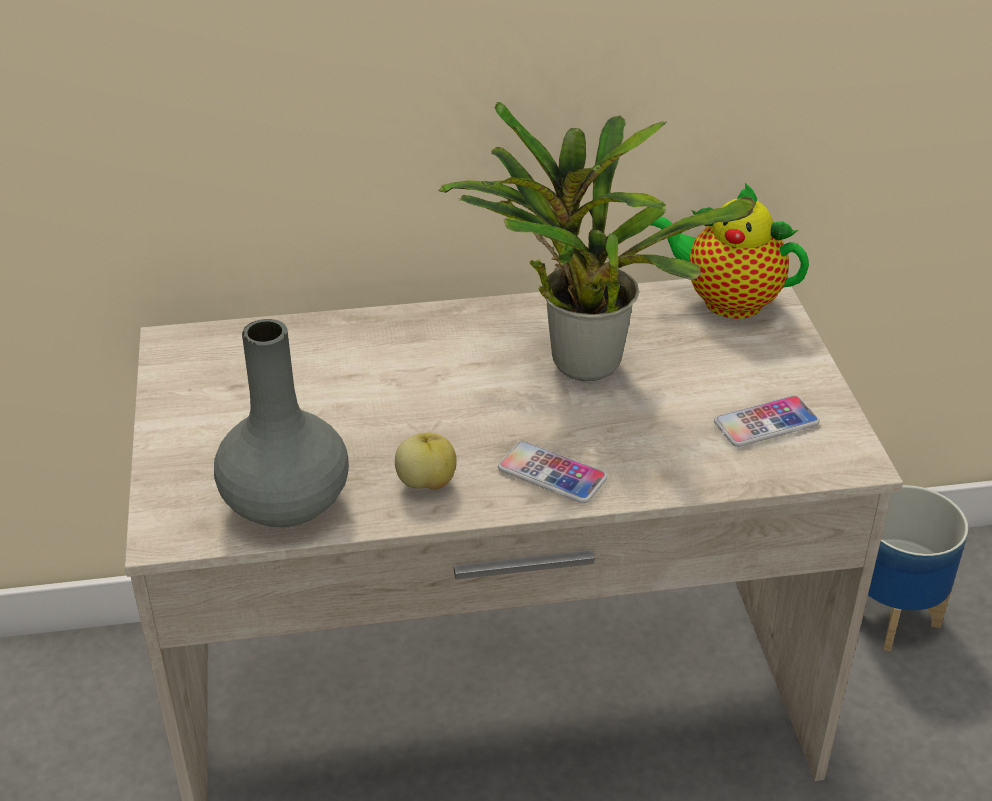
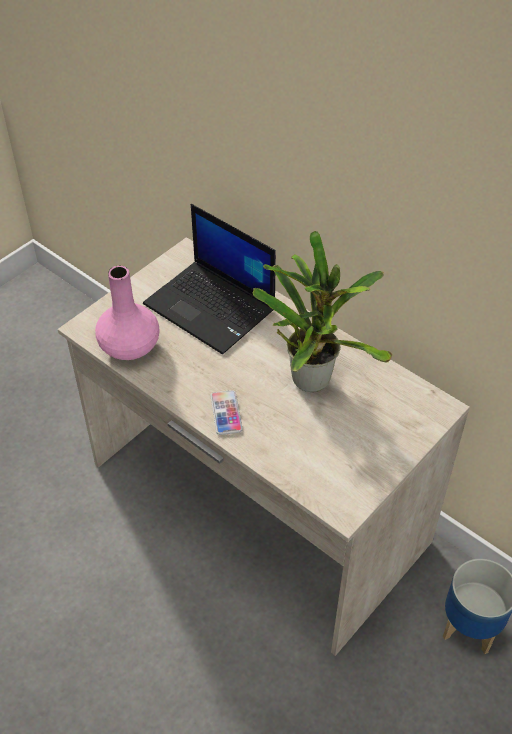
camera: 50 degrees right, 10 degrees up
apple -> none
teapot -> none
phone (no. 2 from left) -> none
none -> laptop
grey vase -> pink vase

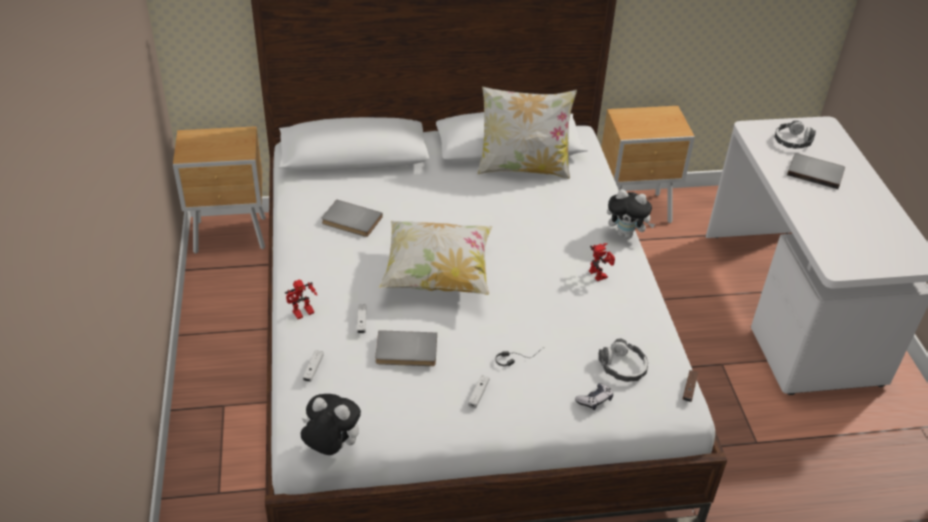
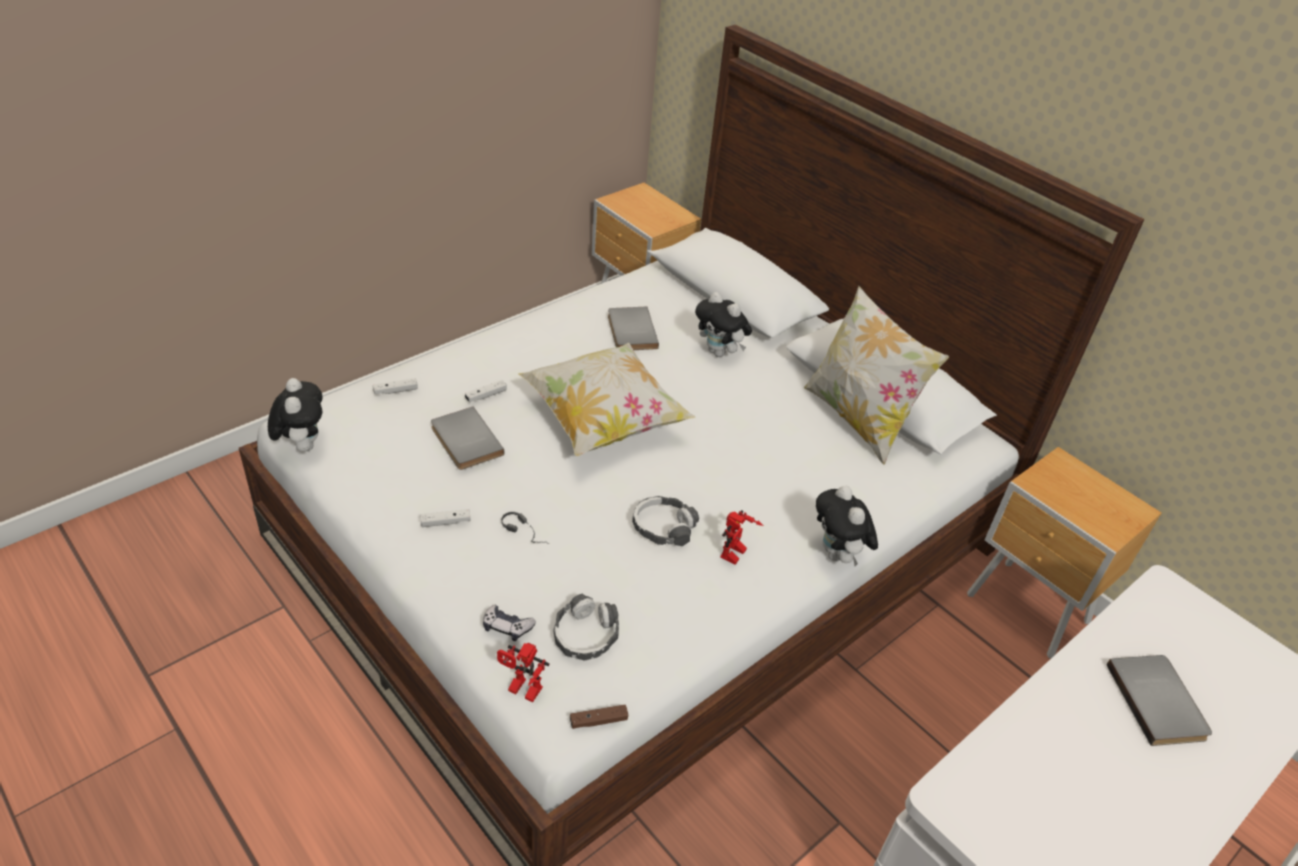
camera: 55 degrees right, 0 degrees up
none -> plush toy (no. 2 from left)
toy robot (no. 1 from left), relocated
headphones (no. 3 from left), relocated

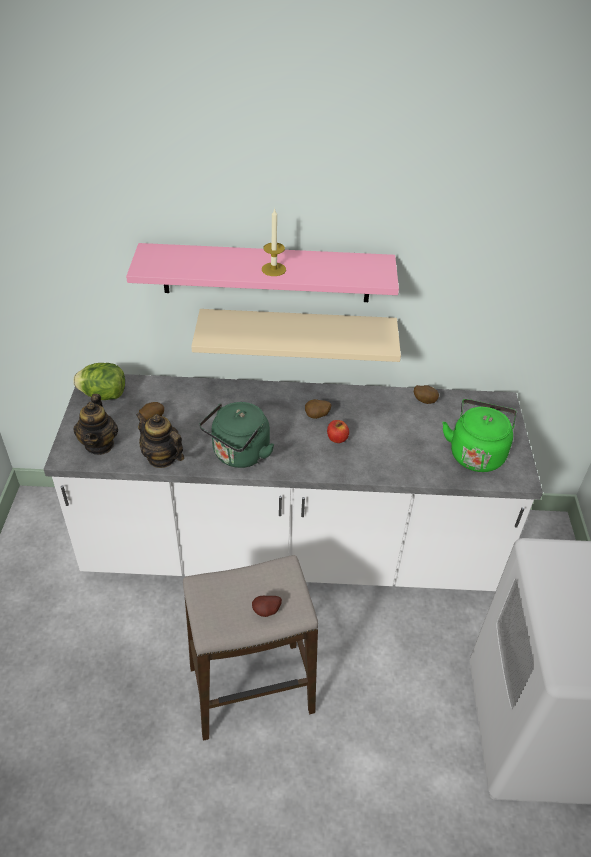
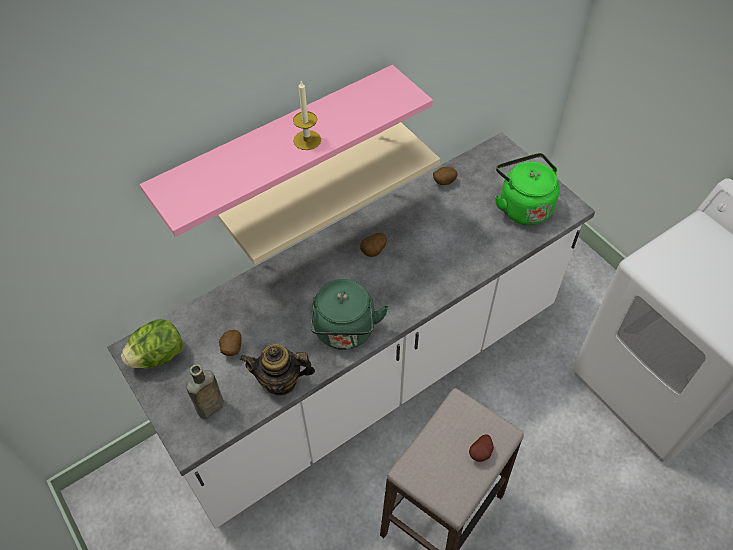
camera: 35 degrees left, 10 degrees up
apple -> none
teapot (no. 1 from left) -> brown bottle

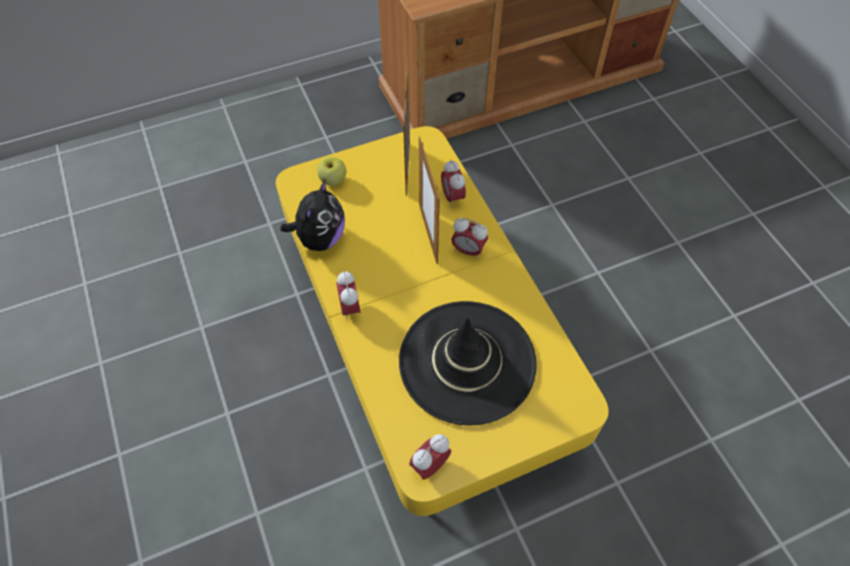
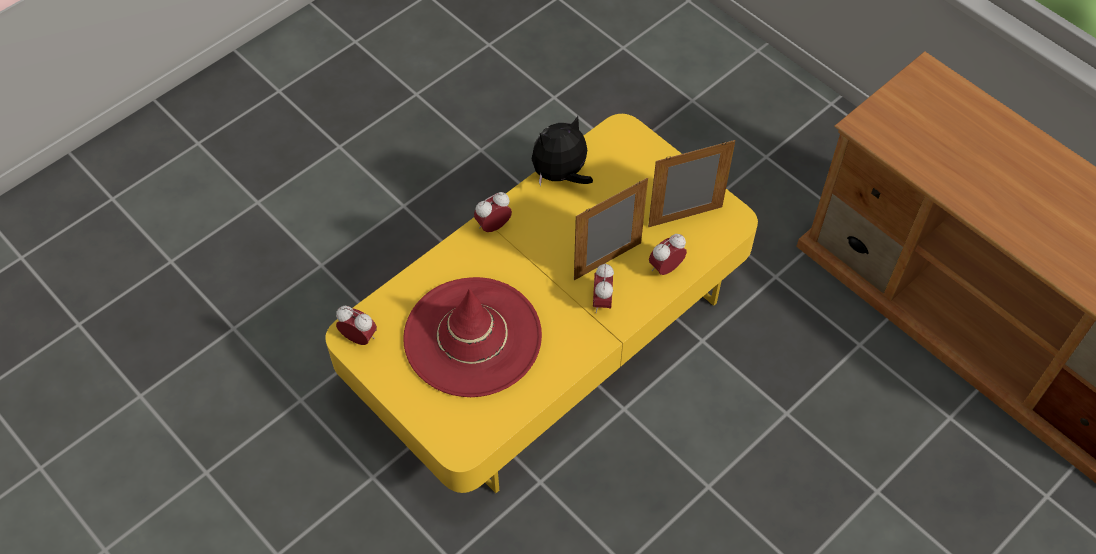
camera: 70 degrees right, 0 degrees up
apple -> none
black hat -> red hat
plush toy, 150 degrees clockwise

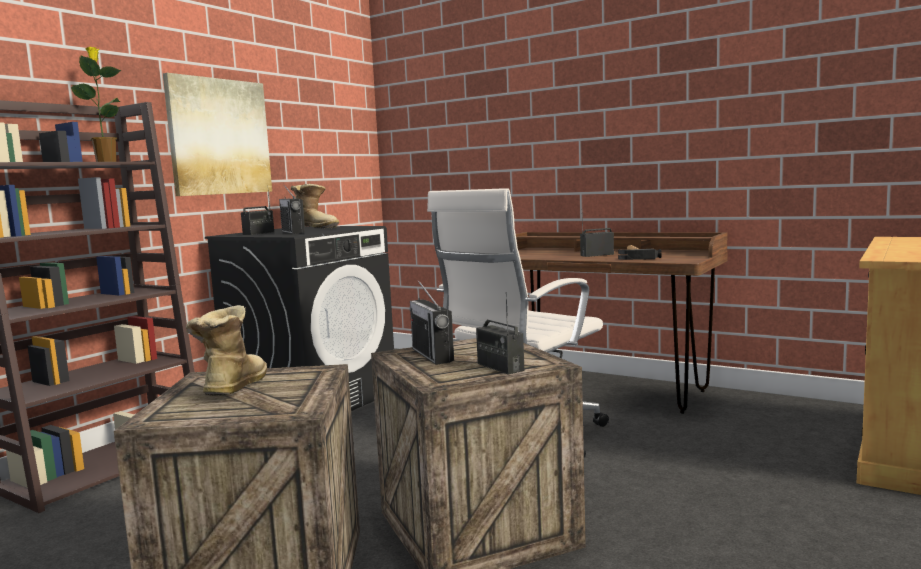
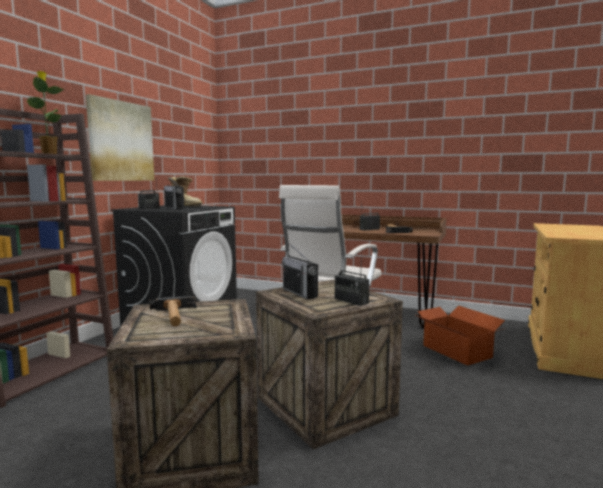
camera: 10 degrees left, 0 degrees up
none -> cardboard box
boot (no. 1 from left) -> hammer (no. 1 from left)

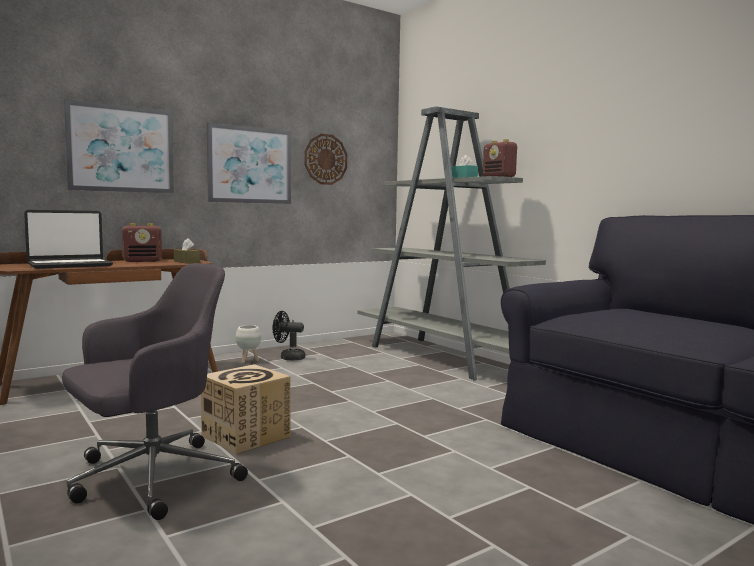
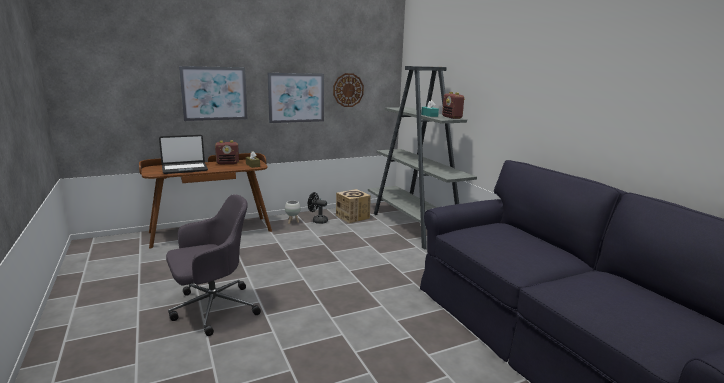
camera: 10 degrees right, 10 degrees up
cardboard box, relocated

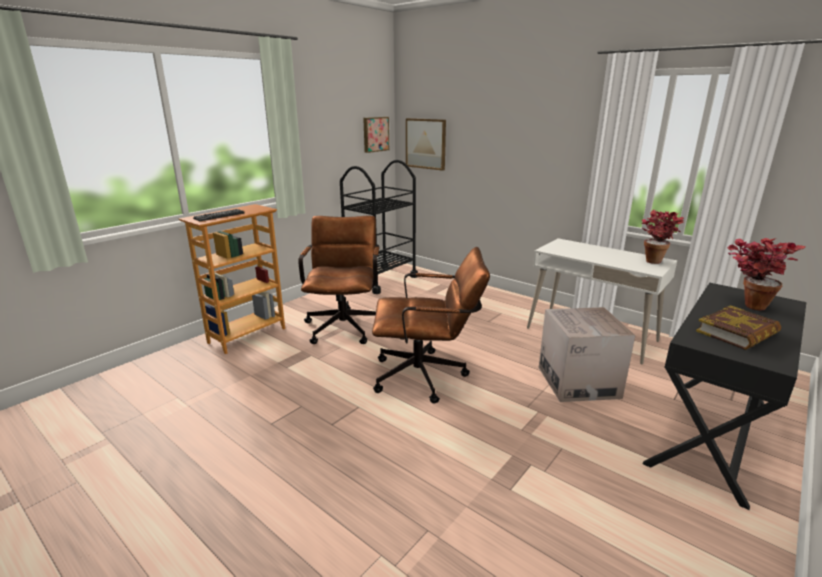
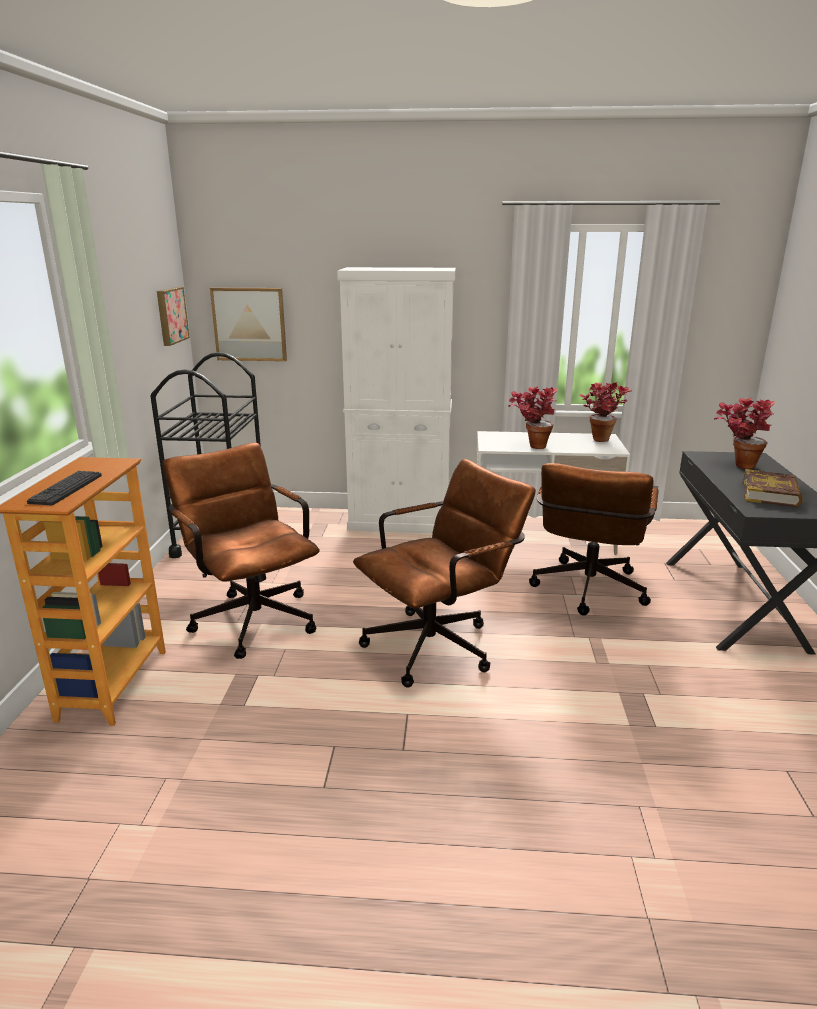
camera: 35 degrees left, 0 degrees up
none -> white cabinet
none -> potted plant (no. 1 from left)
cardboard box -> brown office chair (no. 3 from left)

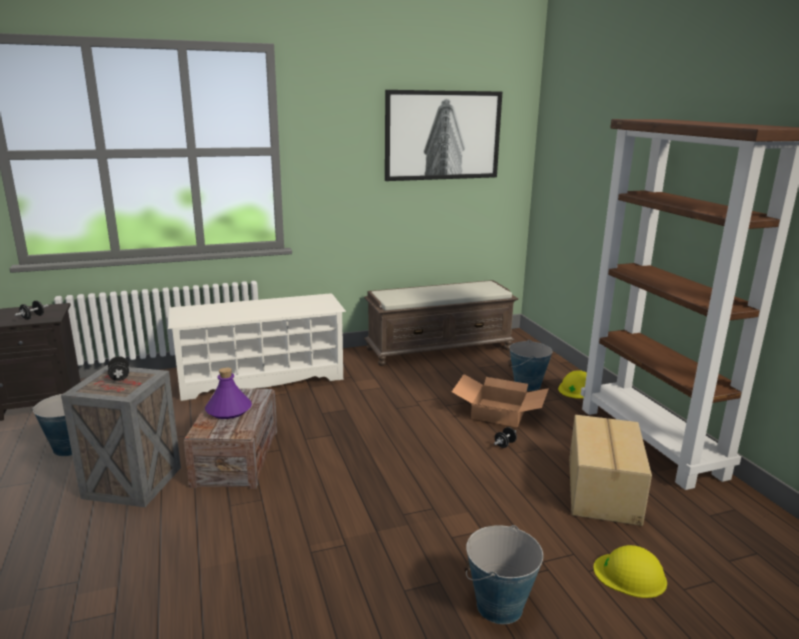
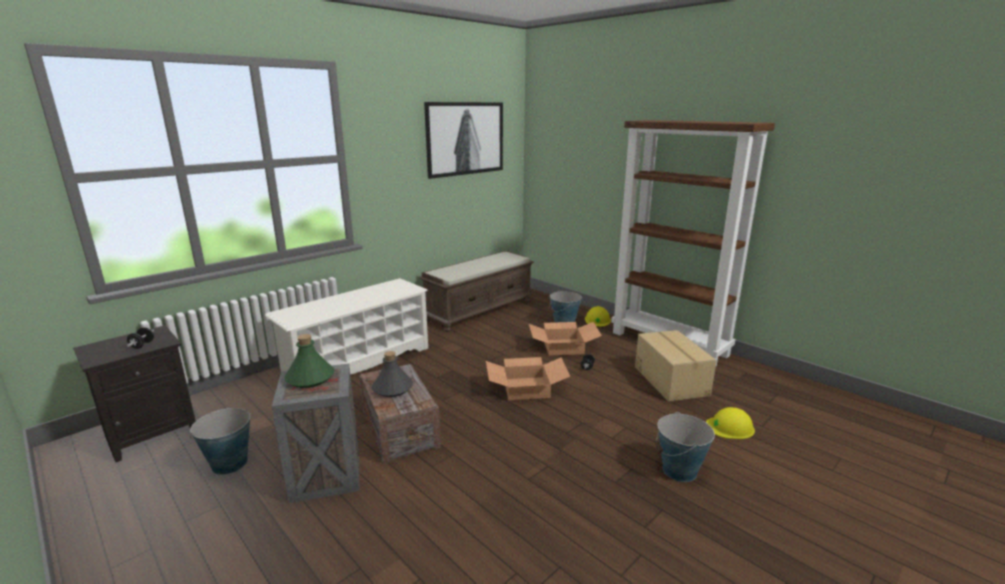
camera: 25 degrees left, 0 degrees up
none -> cardboard box (no. 1 from left)
black dumbbell (no. 2 from left) -> green bottle
purple bottle -> grey bottle

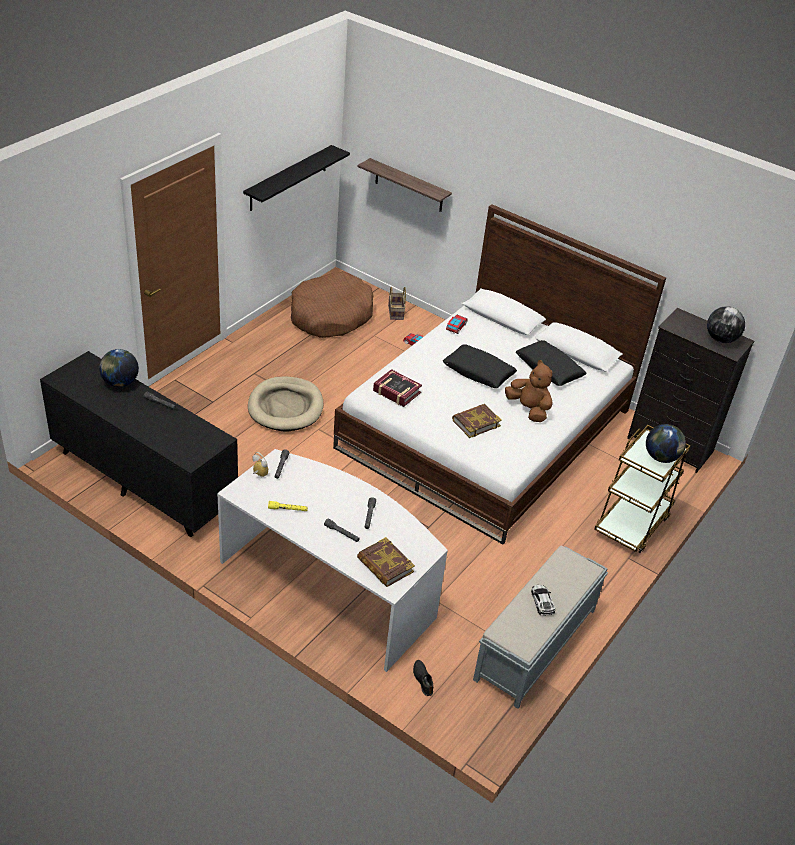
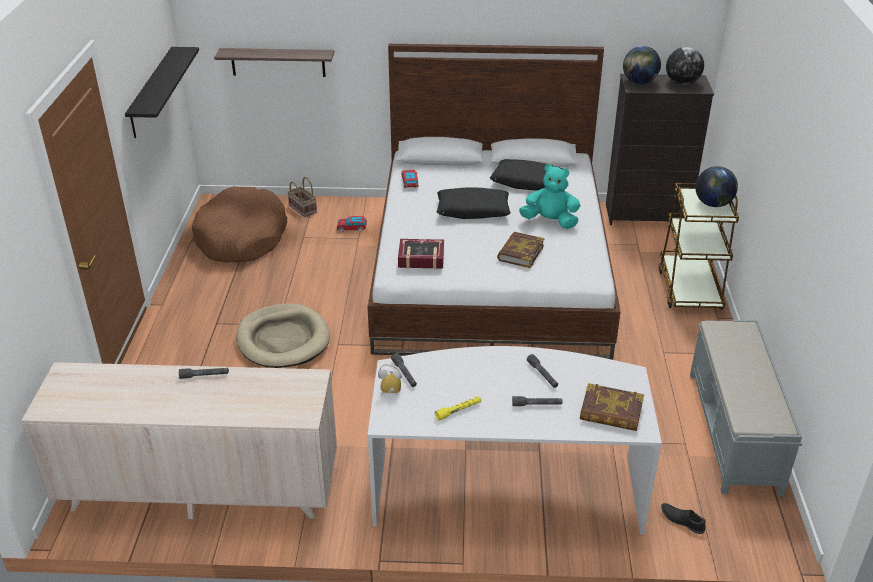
camera: 30 degrees left, 5 degrees down
toy car (no. 3 from left) -> none
globe (no. 1 from left), relocated
black dresser (no. 1 from left) -> beige dresser
brown plush toy -> turquoise plush toy

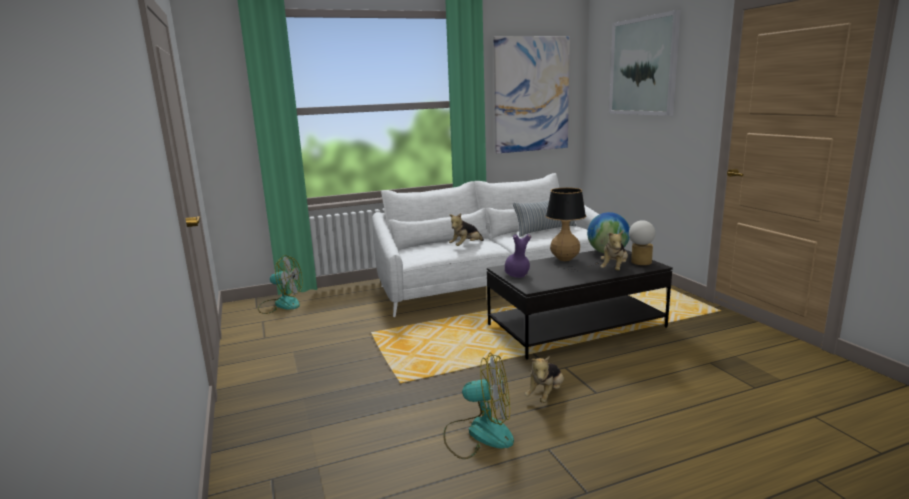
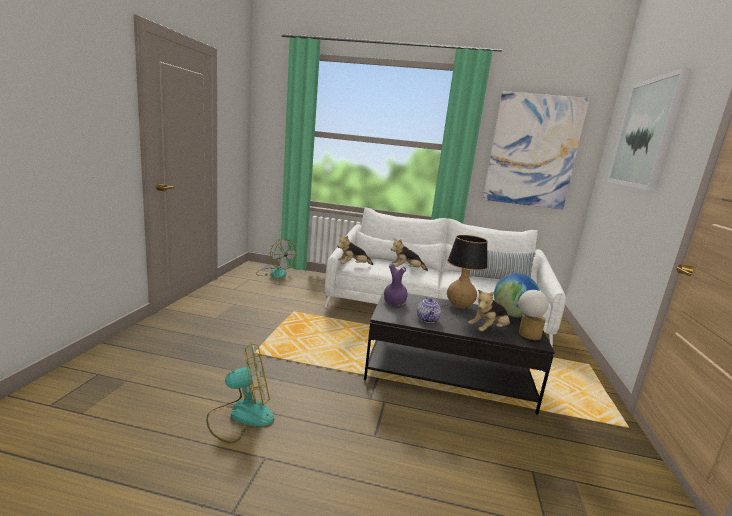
camera: 30 degrees right, 0 degrees up
none -> teapot
plush toy (no. 2 from left in the first image) -> plush toy (no. 1 from left), relocated
fan (no. 2 from left in the first image) -> fan (no. 1 from left), 60 degrees counterclockwise

